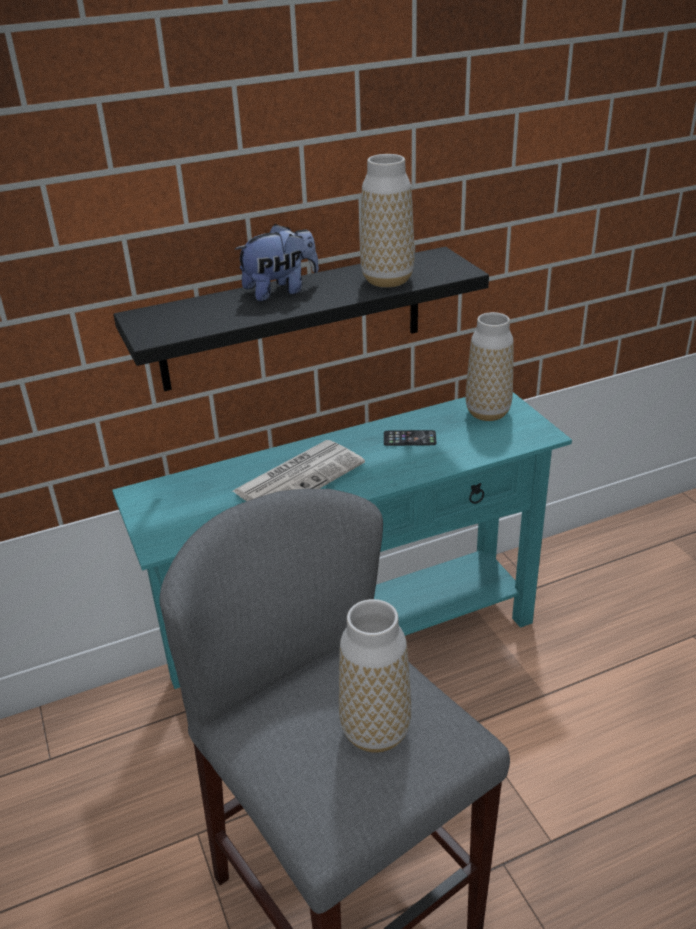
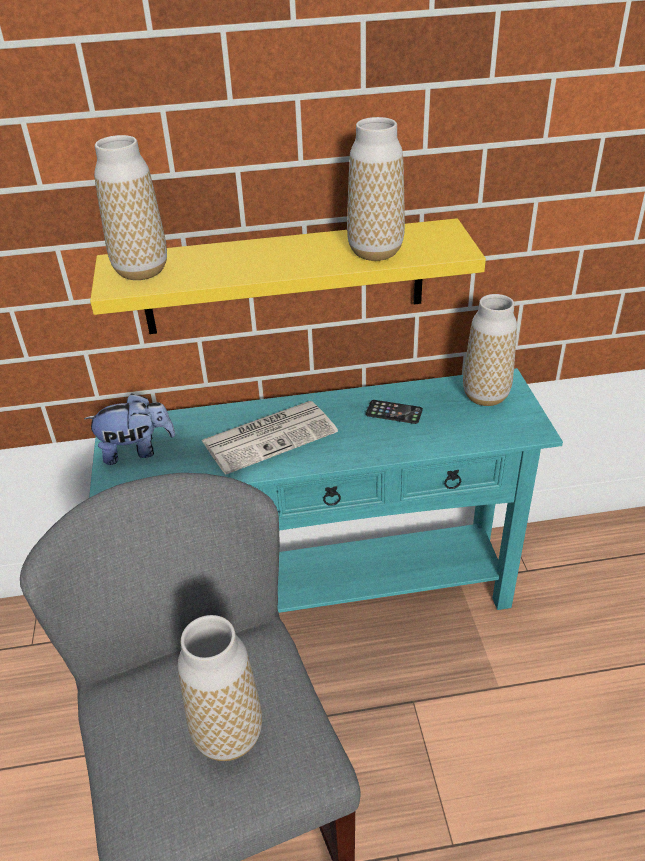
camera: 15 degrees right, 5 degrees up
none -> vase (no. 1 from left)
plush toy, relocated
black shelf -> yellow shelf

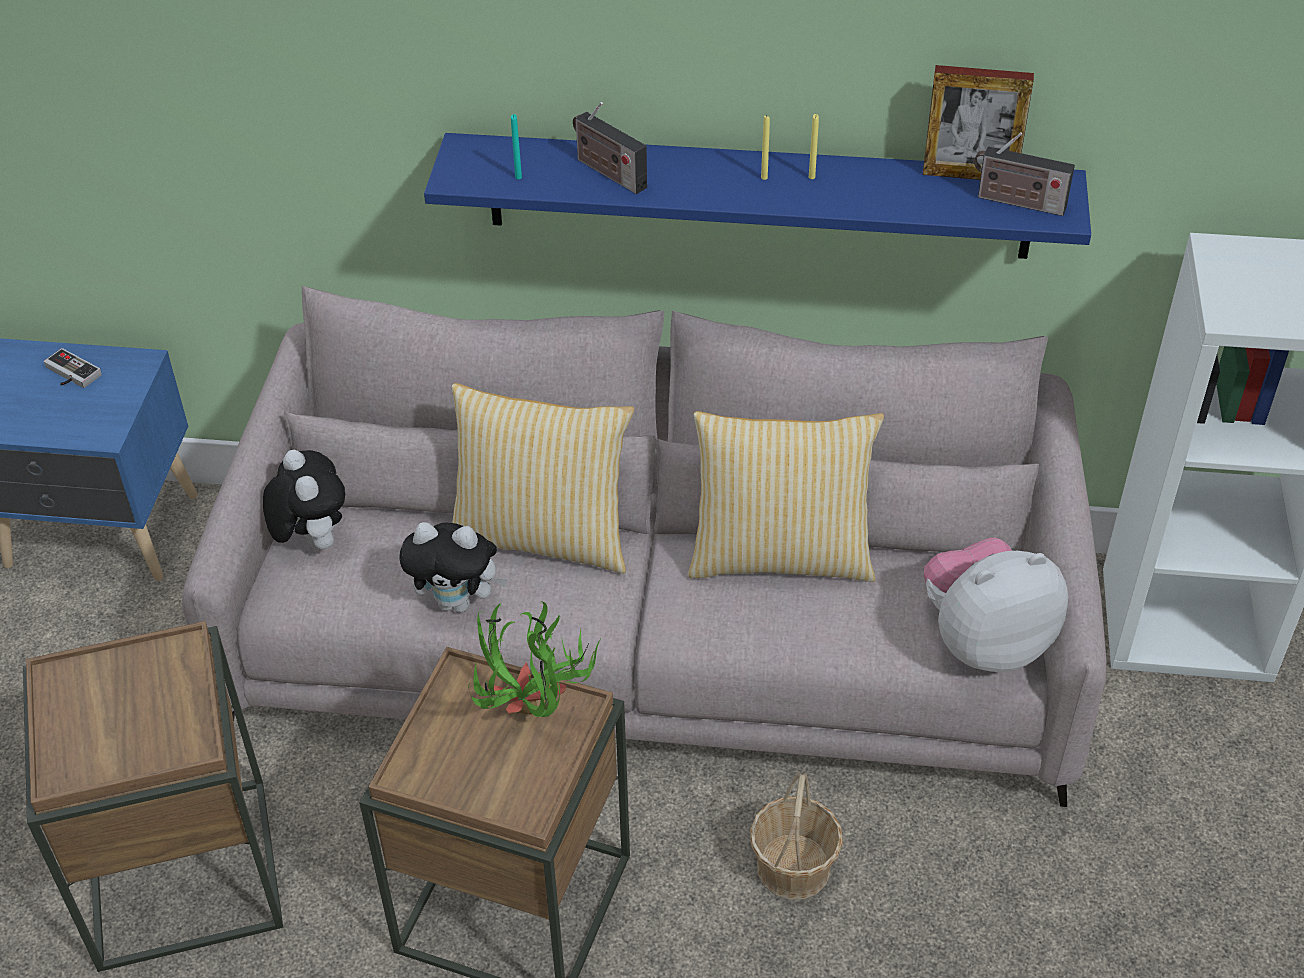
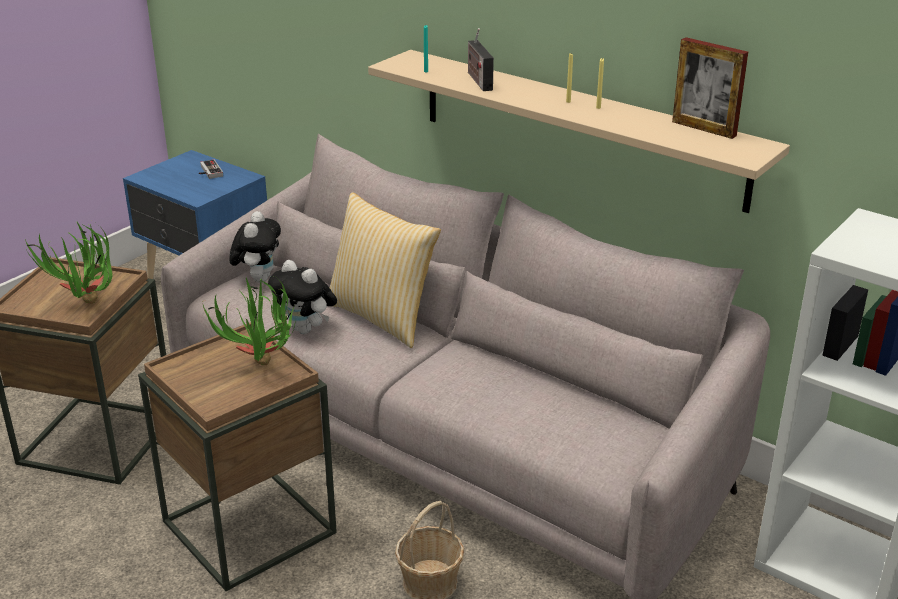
camera: 30 degrees right, 15 degrees down
pillow (no. 2 from left) -> none
plush toy (no. 3 from left) -> none
radio (no. 2 from left) -> none
none -> potted plant (no. 1 from left)
blue shelf -> beige shelf

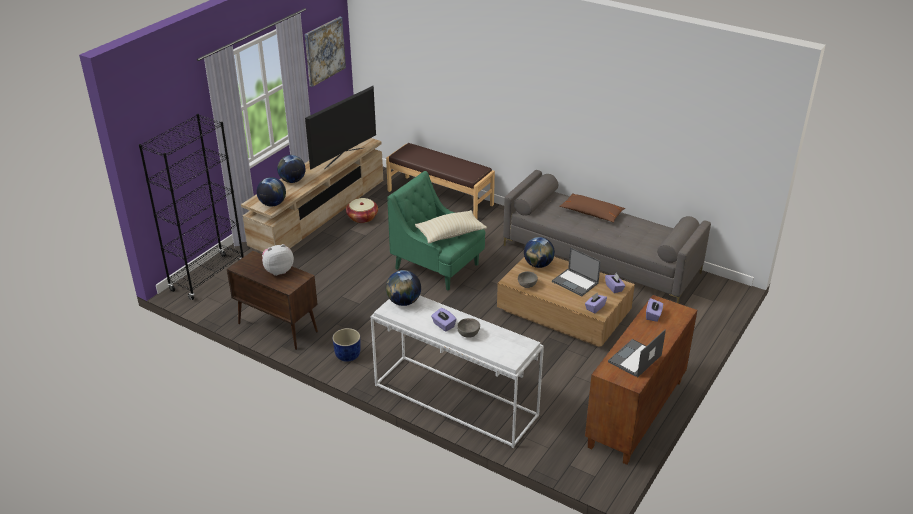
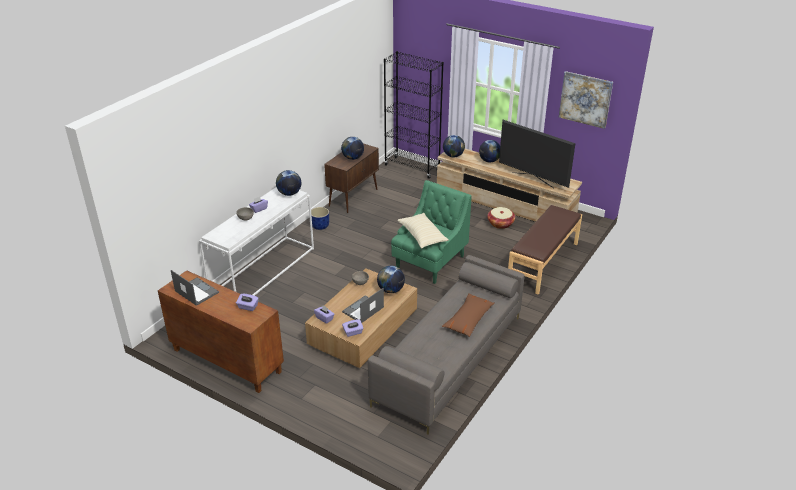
camera: 90 degrees right, 0 degrees up
plush toy -> globe (no. 2 from left)

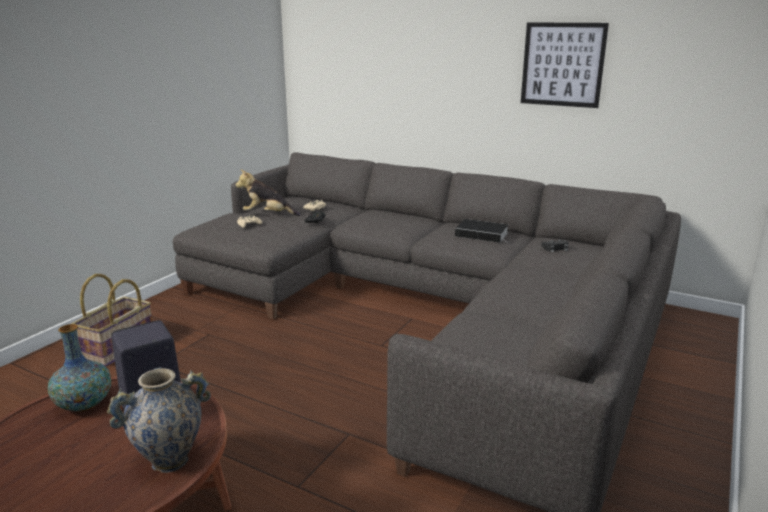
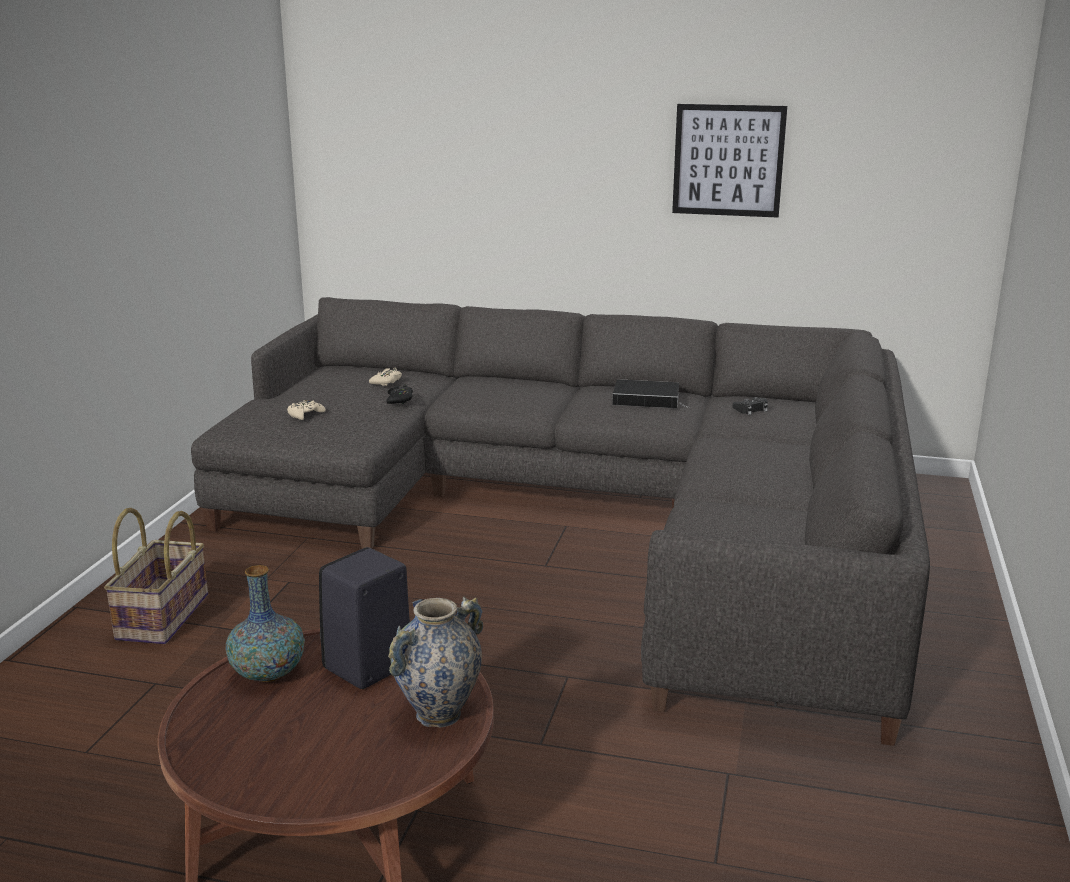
camera: 15 degrees left, 0 degrees up
plush toy -> none

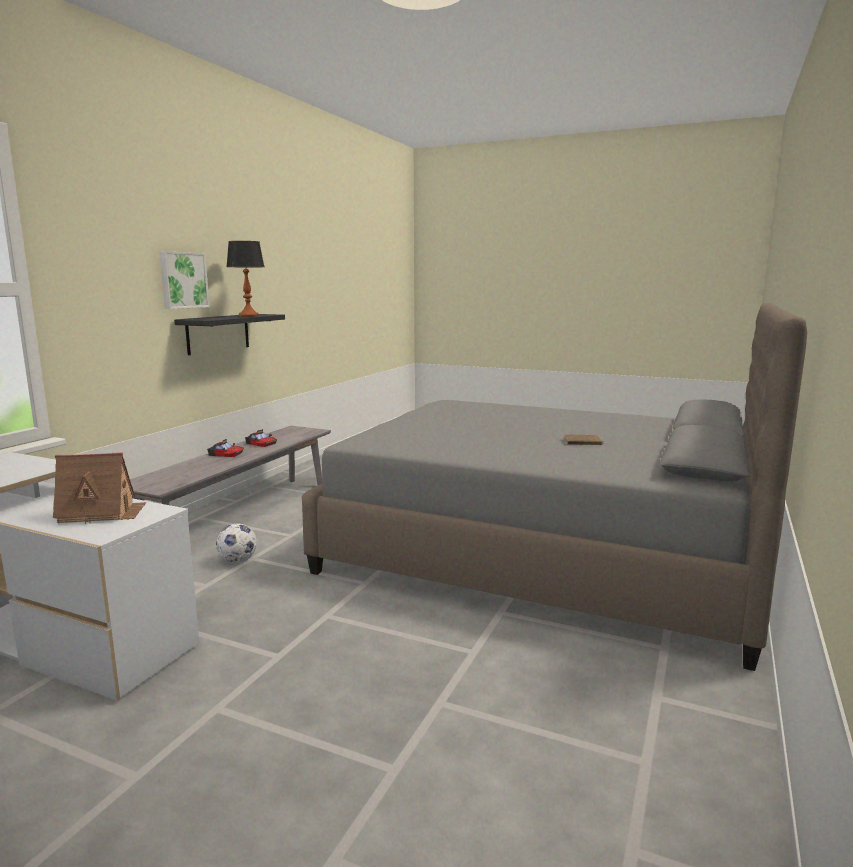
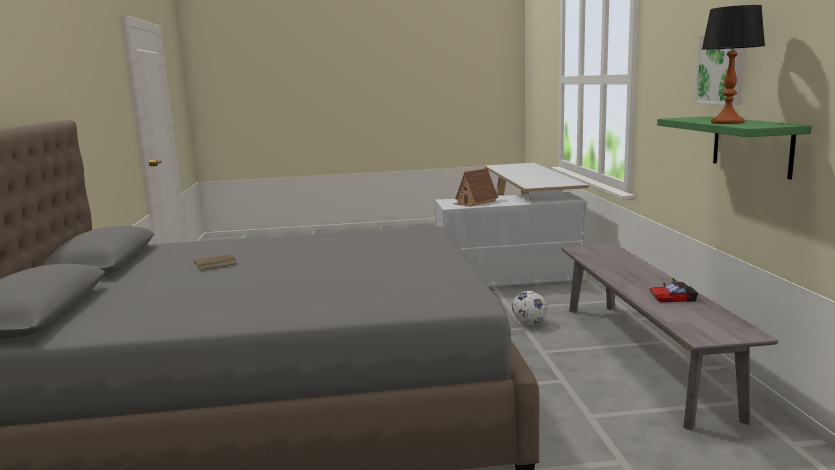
camera: 150 degrees right, 0 degrees up
toy car (no. 1 from left) -> none
black shelf -> green shelf

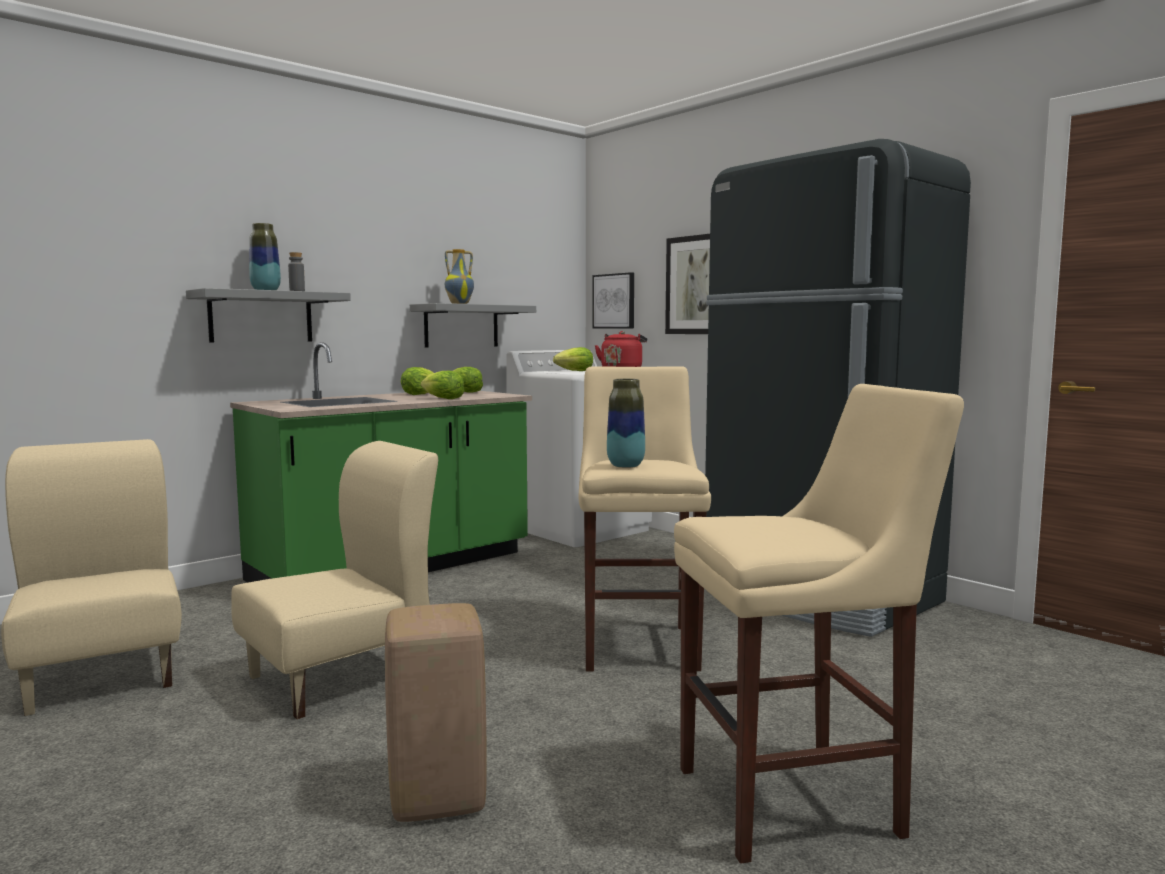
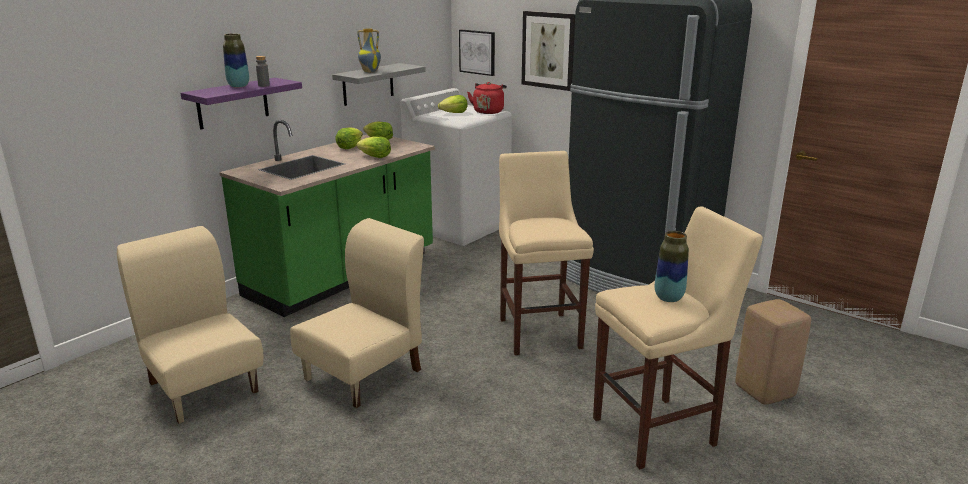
camera: 10 degrees left, 15 degrees up
beige stool (no. 1 from left in the first image) -> beige stool (no. 3 from left), relocated
vase (no. 3 from left), relocated
grey shelf (no. 1 from left) -> purple shelf

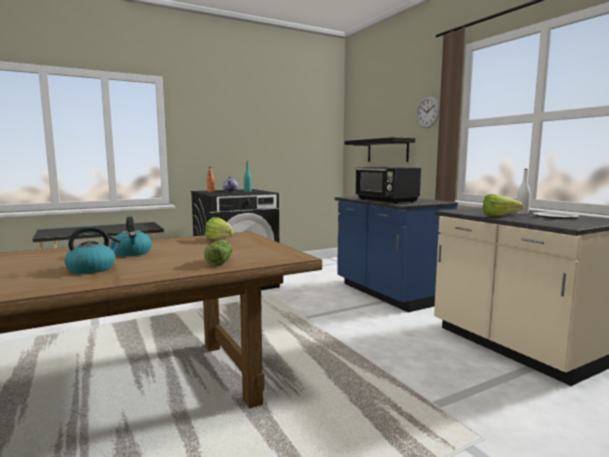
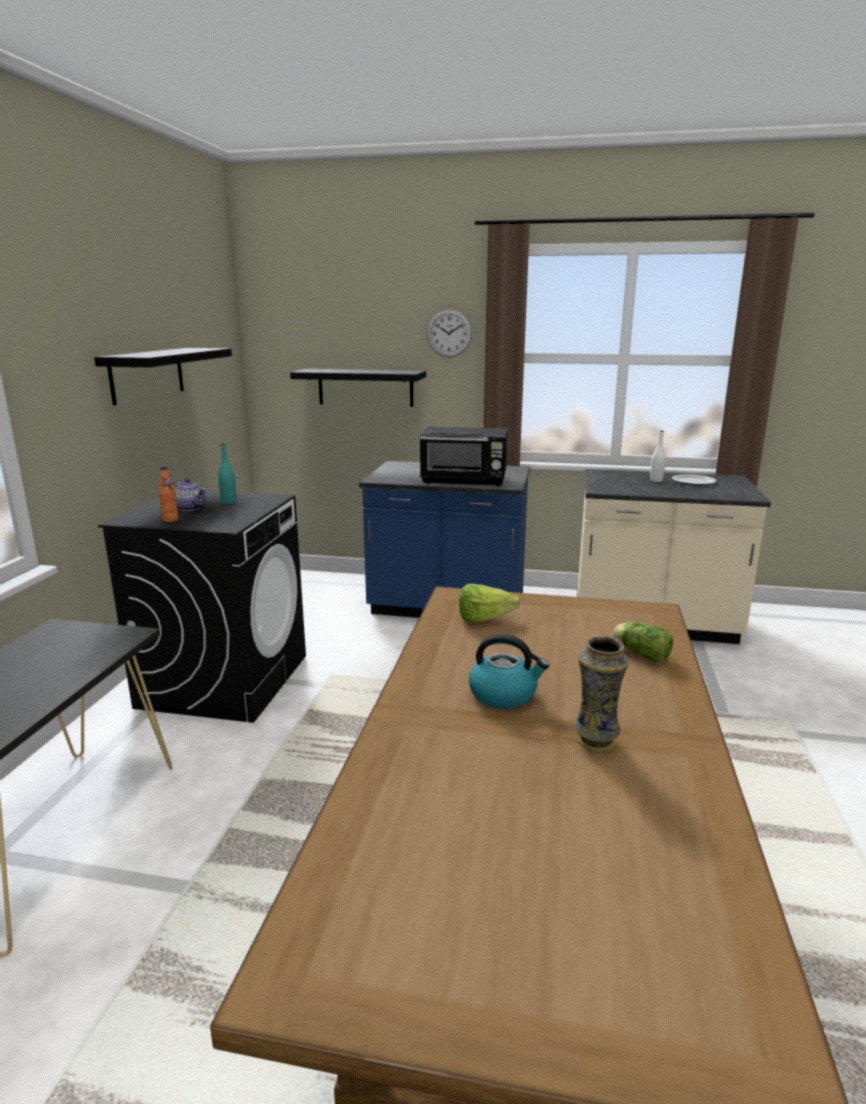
camera: 50 degrees left, 10 degrees up
lettuce (no. 3 from left) -> none
none -> black shelf (no. 1 from left)
kettle (no. 1 from left) -> vase

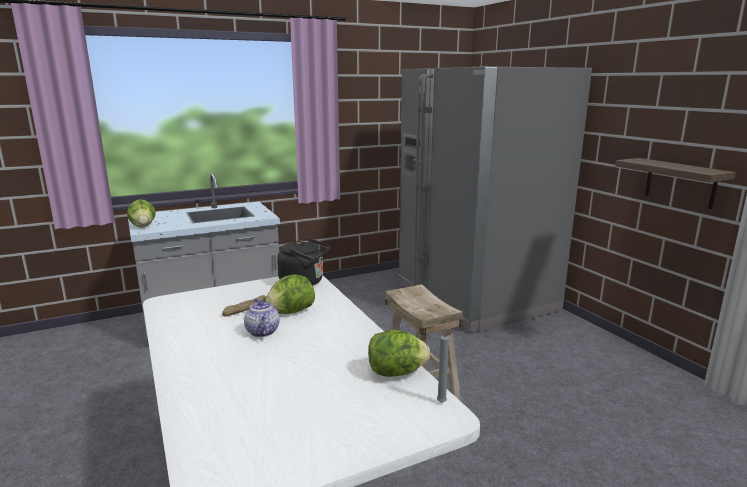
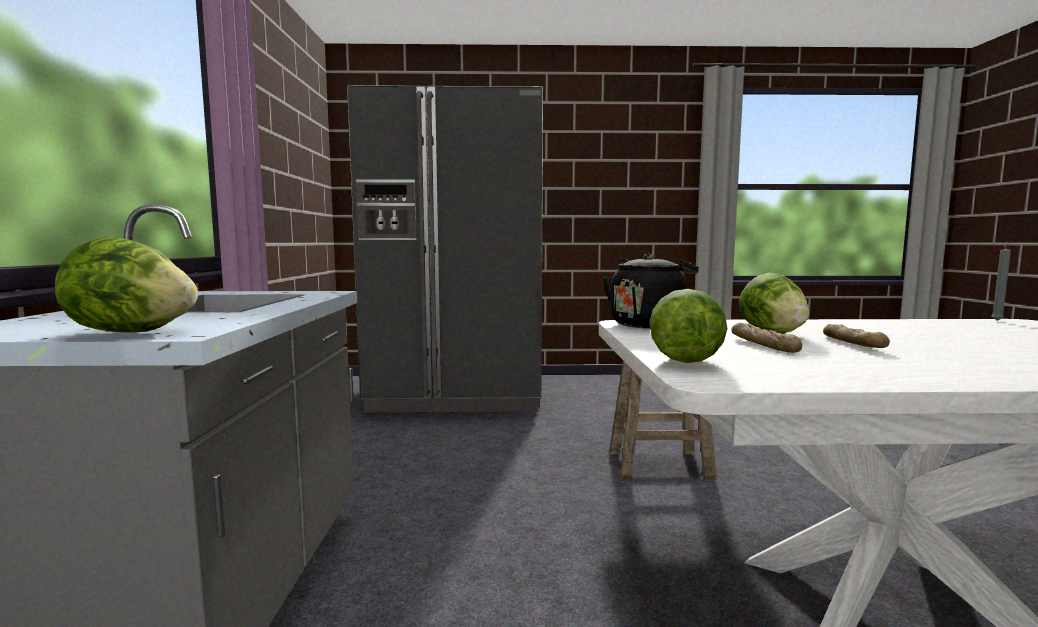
camera: 65 degrees left, 10 degrees down
shelf -> none
lettuce (no. 3 from left in the first image) -> lettuce (no. 2 from left), relocated
teapot -> bread (no. 2 from left)

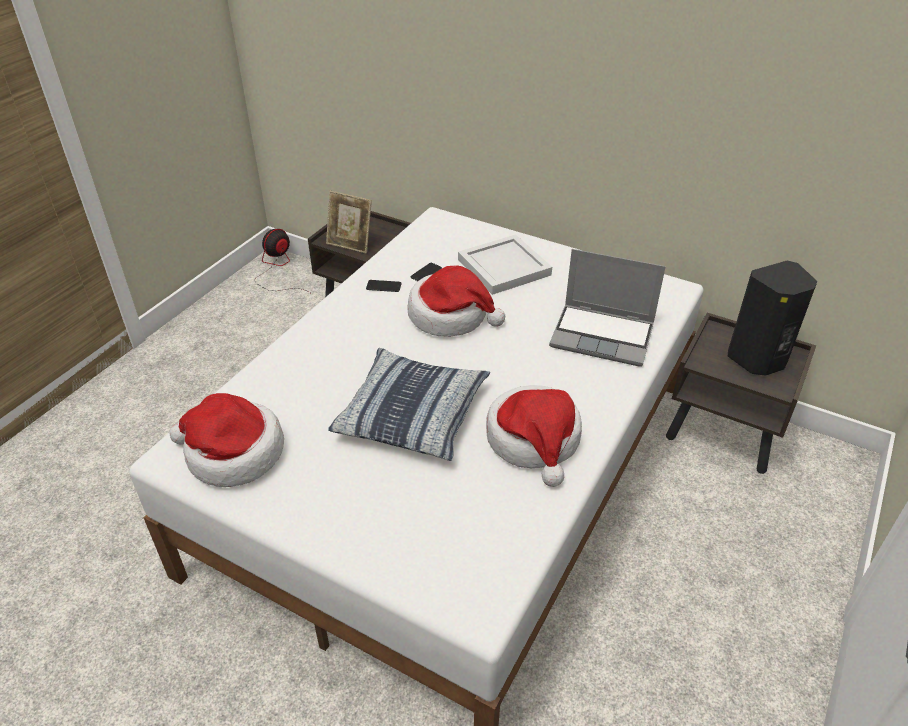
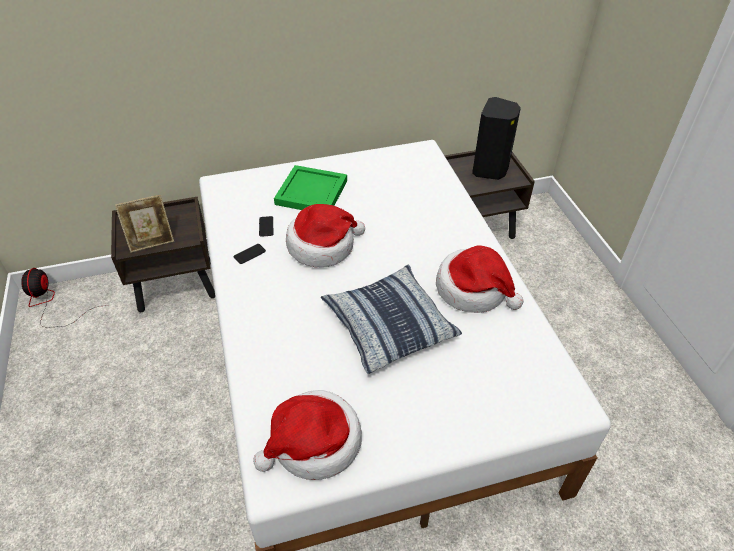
camera: 45 degrees left, 5 degrees up
laptop -> none
white tray -> green tray

